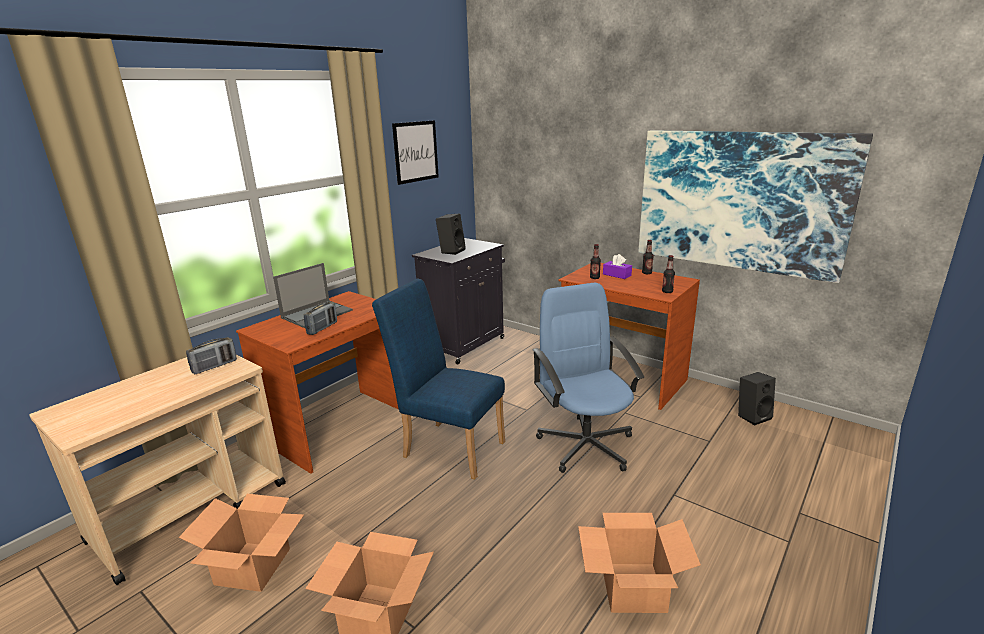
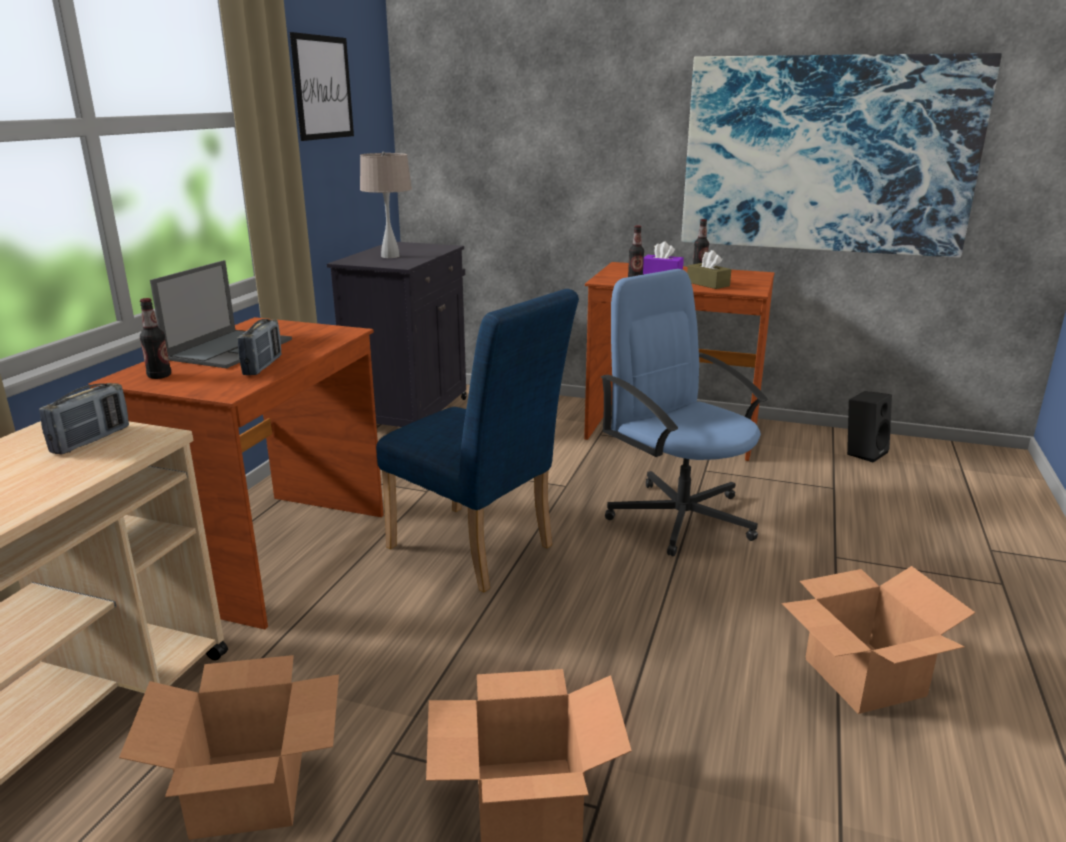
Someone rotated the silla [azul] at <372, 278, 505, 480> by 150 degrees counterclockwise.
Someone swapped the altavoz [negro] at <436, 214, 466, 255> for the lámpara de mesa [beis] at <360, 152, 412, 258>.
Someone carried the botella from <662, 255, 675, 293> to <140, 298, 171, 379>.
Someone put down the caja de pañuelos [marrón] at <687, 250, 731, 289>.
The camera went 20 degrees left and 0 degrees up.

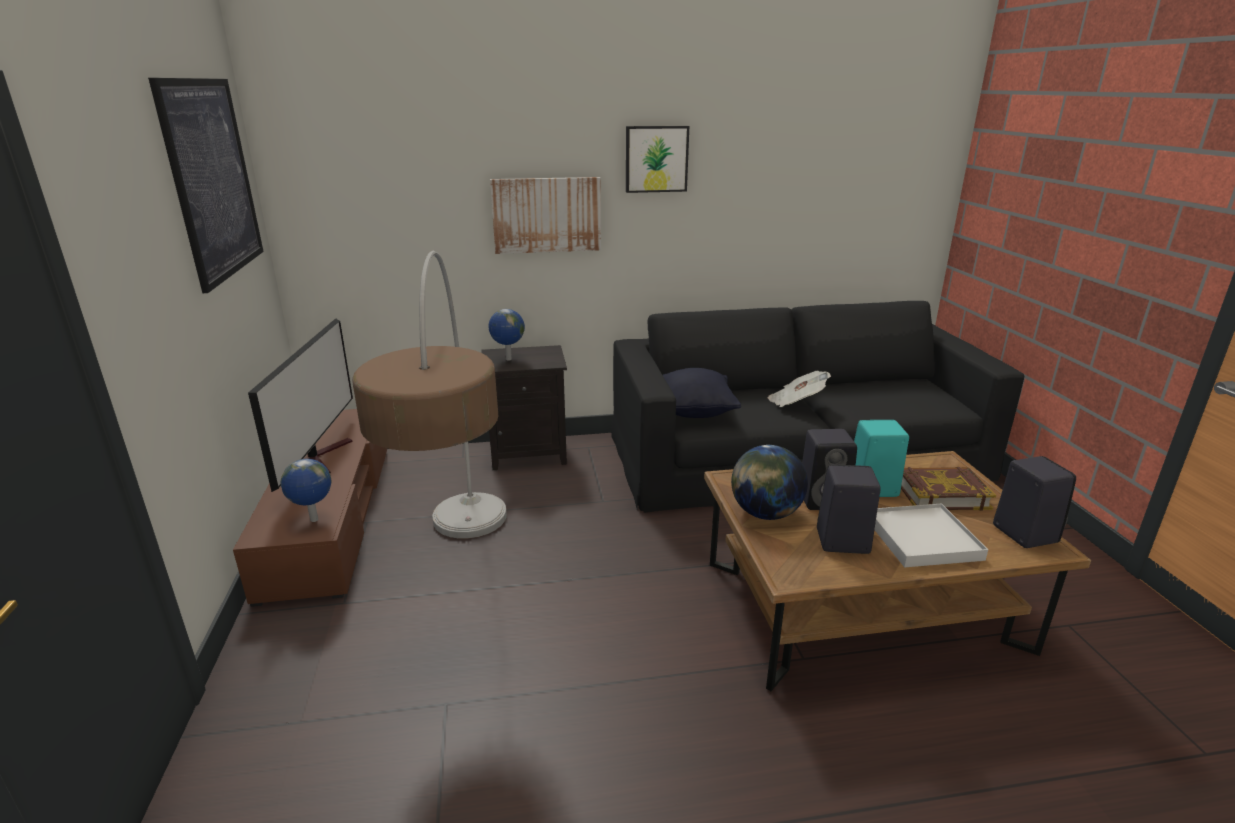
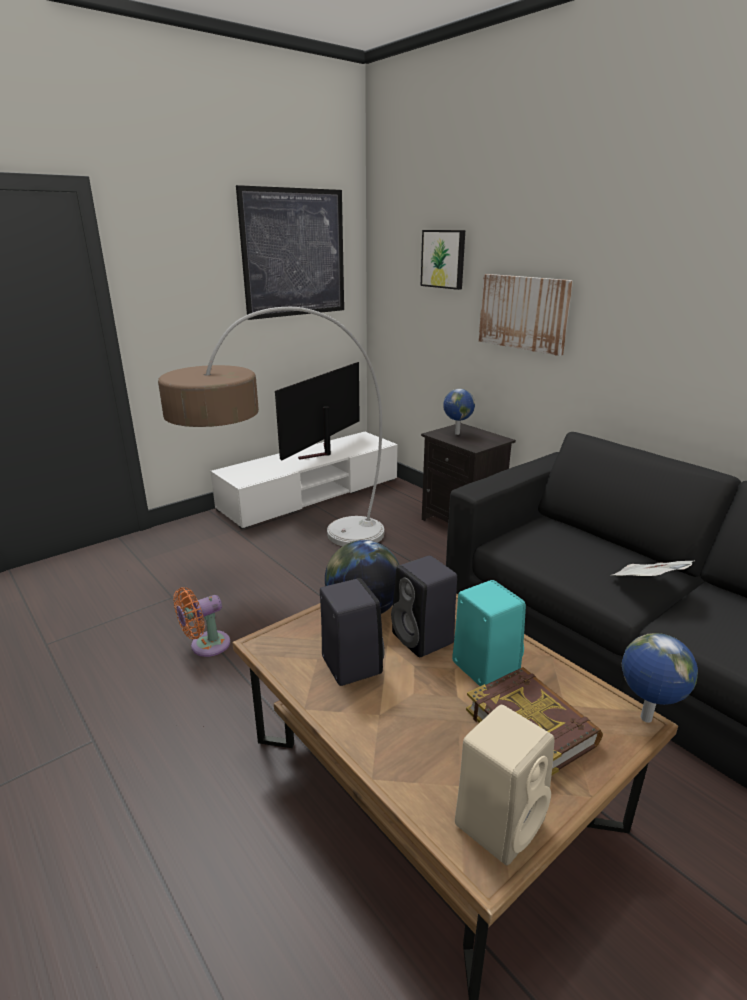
Someone repainted the mueble de televisión [marrón] at <233, 409, 387, 607>, which became the mueble de televisión [blanco] at <211, 432, 398, 529>.
Someone rotated the televisor at <248, 318, 353, 492> by 150 degrees clockwise.
Someone carried the globo terráqueo from <281, 459, 331, 522> to <622, 633, 698, 723>.
Someone carried the cuadro from <626, 126, 689, 193> to <421, 230, 465, 290>.
Someone took away the cojín [negro] at <663, 368, 741, 418>.
Someone took away the bandeja [blanco] at <874, 504, 988, 567>.
Someone repainted the altavoz [negro] at <993, 456, 1076, 548>, which became the altavoz [beis] at <455, 705, 554, 865>.
Someone put down the ventilador [naranja] at <173, 587, 230, 657>.
The camera went 60 degrees right and 0 degrees up.

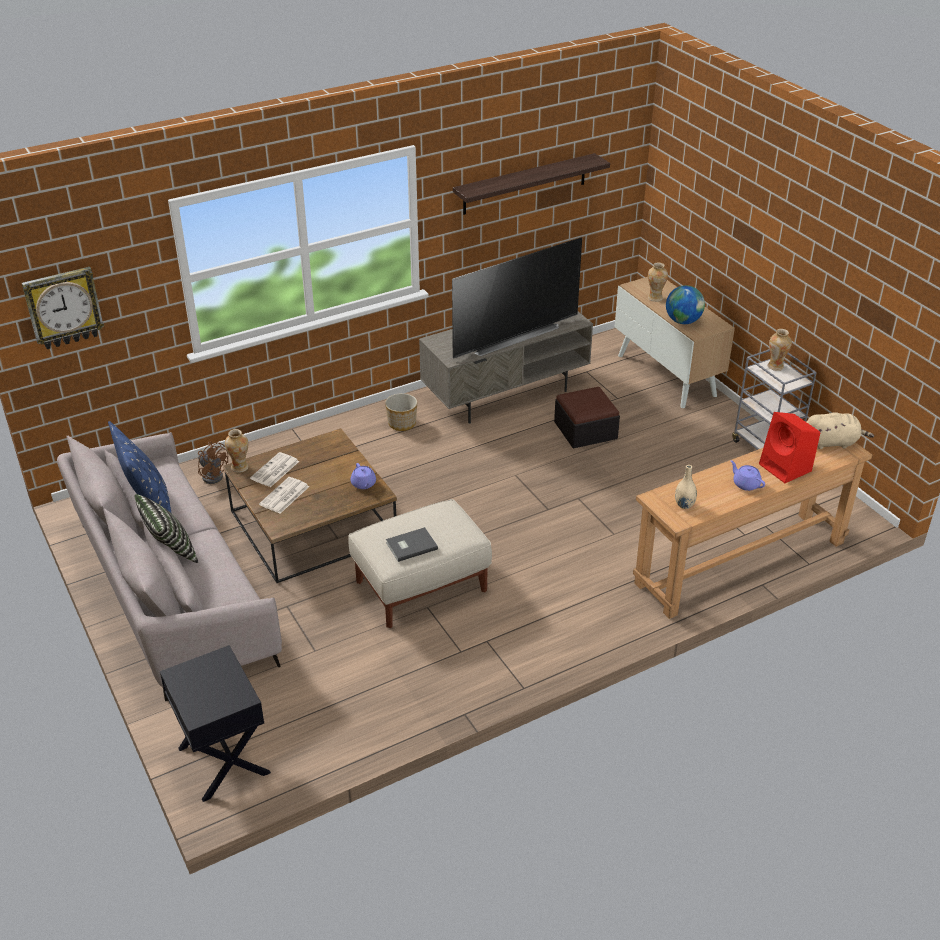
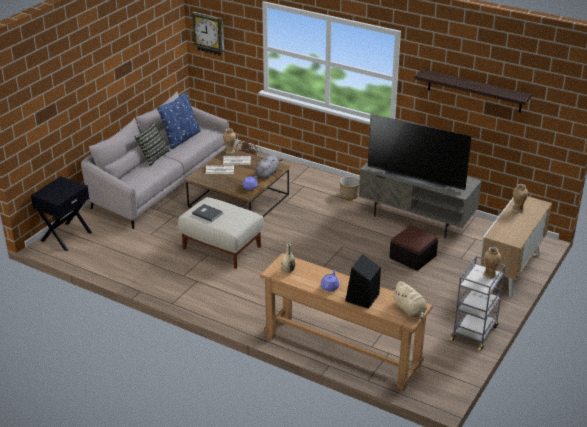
Someone took away the globo terráqueo at <666, 285, 705, 324>.
Someone repainted the altavoz [rojo] at <759, 412, 820, 483>, which became the altavoz [negro] at <345, 254, 381, 309>.
Someone put down the peluche [gris] at <255, 155, 283, 179>.
The camera went 60 degrees right and 5 degrees down.

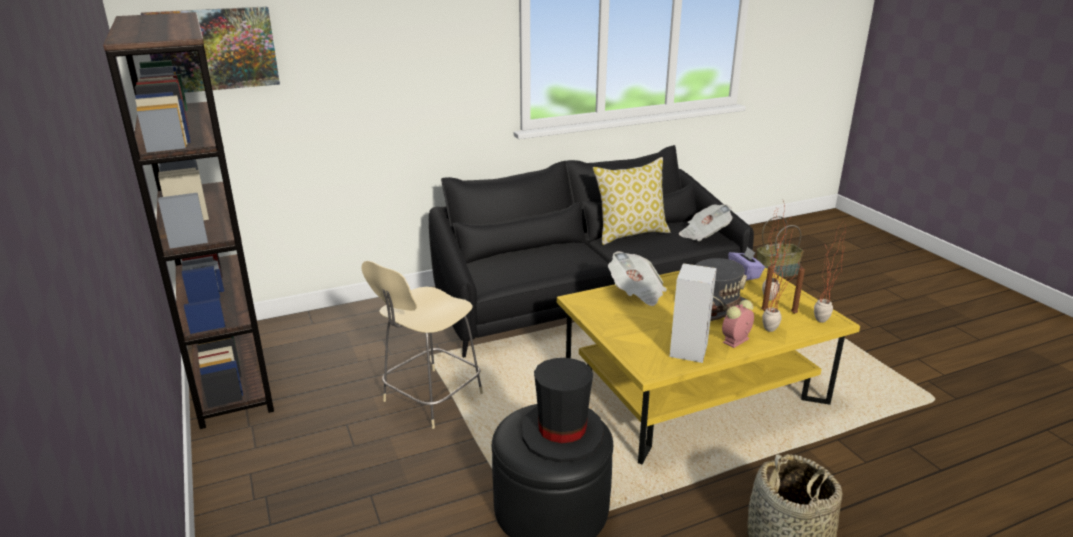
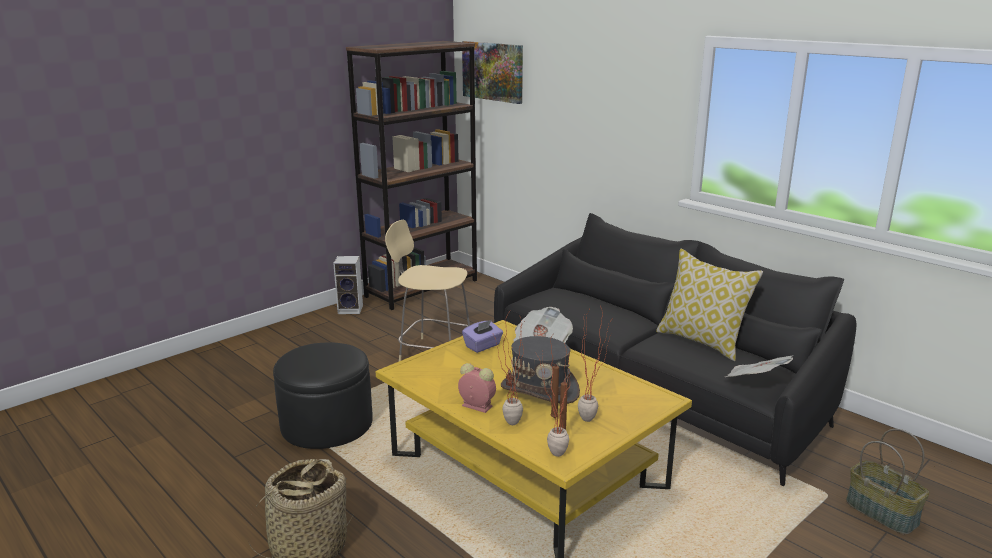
Someone took away the sombrero [negro] at <522, 358, 604, 463>.
Someone carried the altavoz from <669, 263, 717, 363> to <333, 256, 363, 314>.
Someone carried the caja de pañuelos [morado] from <728, 247, 765, 281> to <462, 320, 503, 353>.
The camera went 70 degrees right and 5 degrees down.

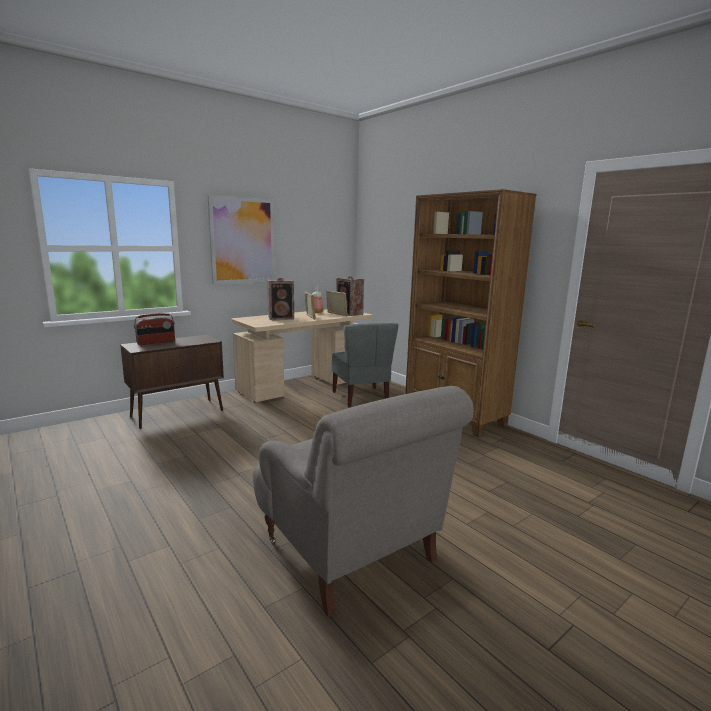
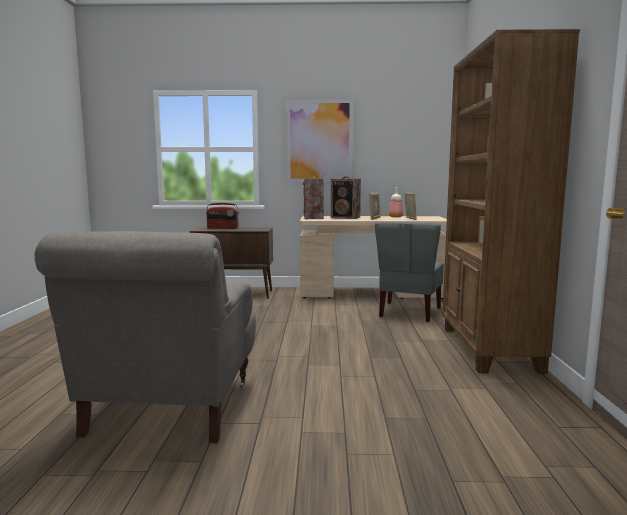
Someone carried the altavoz from <336, 277, 364, 316> to <303, 176, 324, 219>.
The camera went 40 degrees right and 5 degrees down.

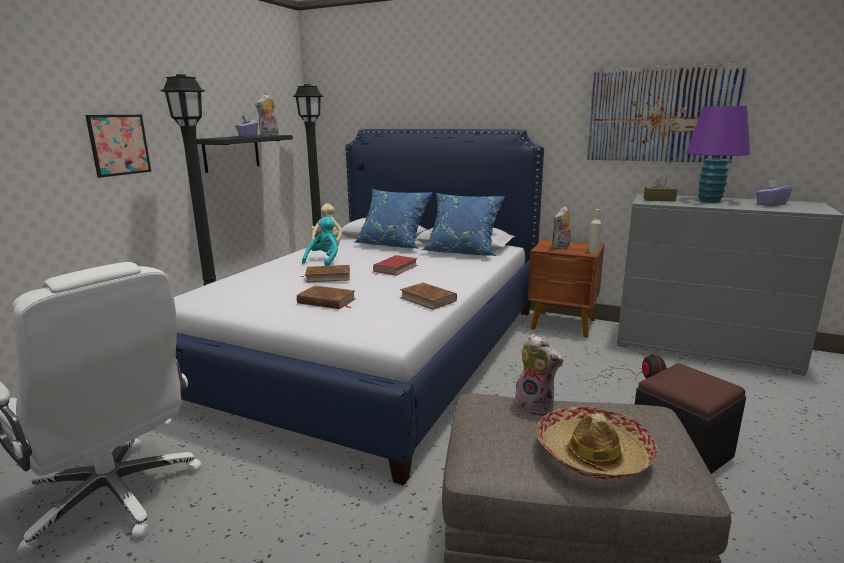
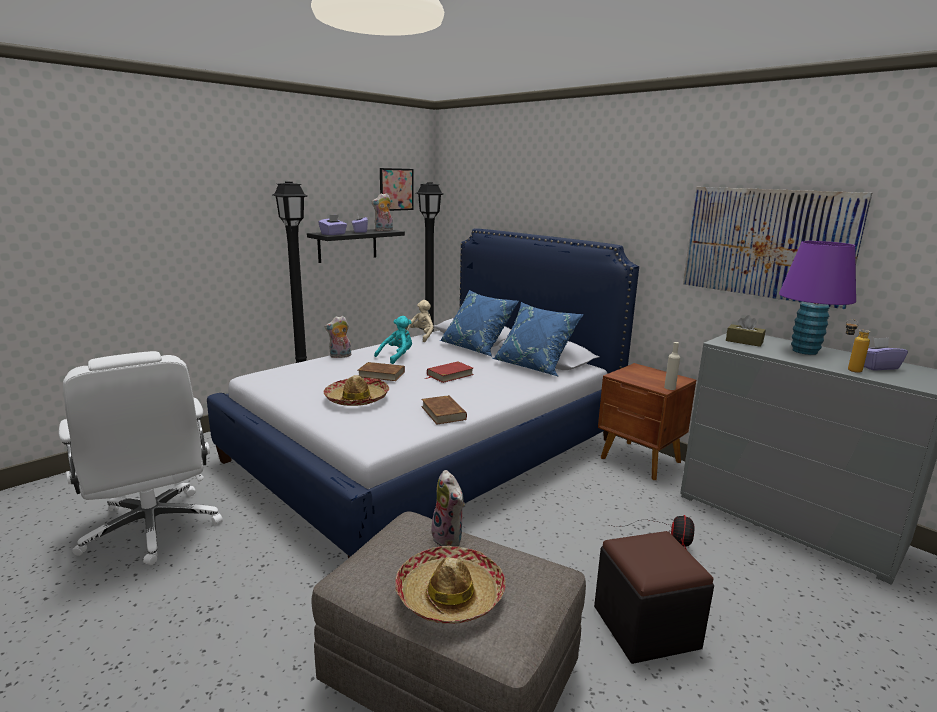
Someone carried the cuadro from <85, 115, 151, 178> to <380, 168, 414, 211>.
Someone swapped the libro [marrón] at <297, 286, 356, 309> for the sombrero at <324, 375, 389, 406>.
Someone carried the peluche from <551, 206, 572, 250> to <325, 316, 351, 358>.
Someone put down the caja de pañuelos [morado] at <318, 215, 347, 235>.
Someone put down the botella at <846, 319, 870, 373>.
The camera went 20 degrees right and 0 degrees up.

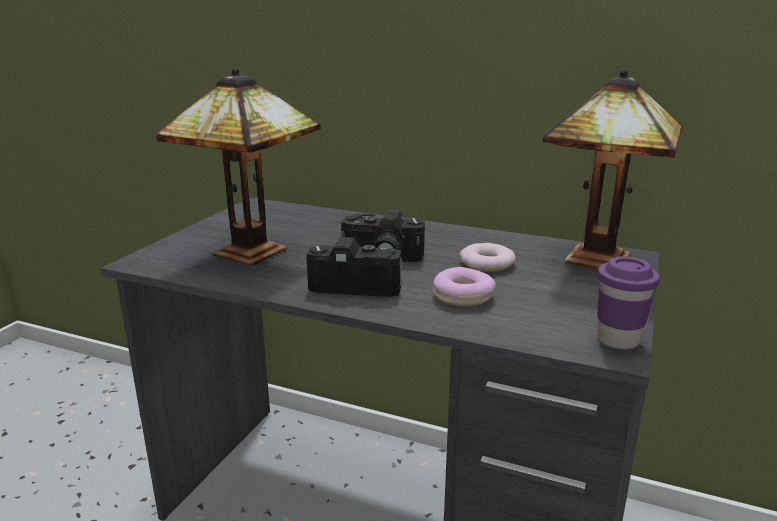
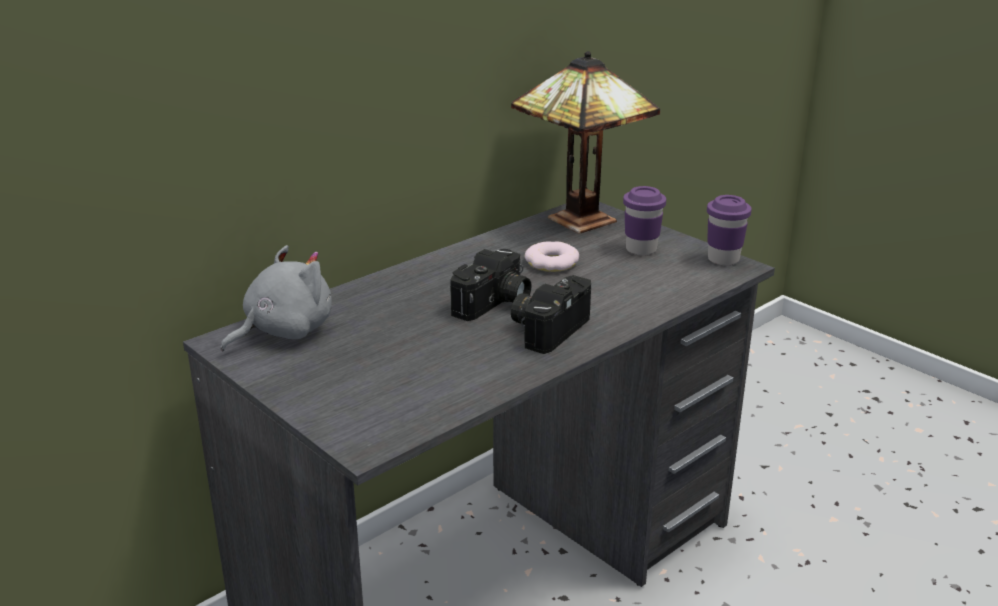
Someone took away the lámpara de mesa at <156, 67, 321, 266>.
Someone took away the rosquilla at <433, 267, 496, 307>.
Someone put down the peluche [gris] at <220, 245, 332, 352>.
Someone put down the taza [morado] at <623, 186, 666, 256>.
The camera went 65 degrees left and 5 degrees up.

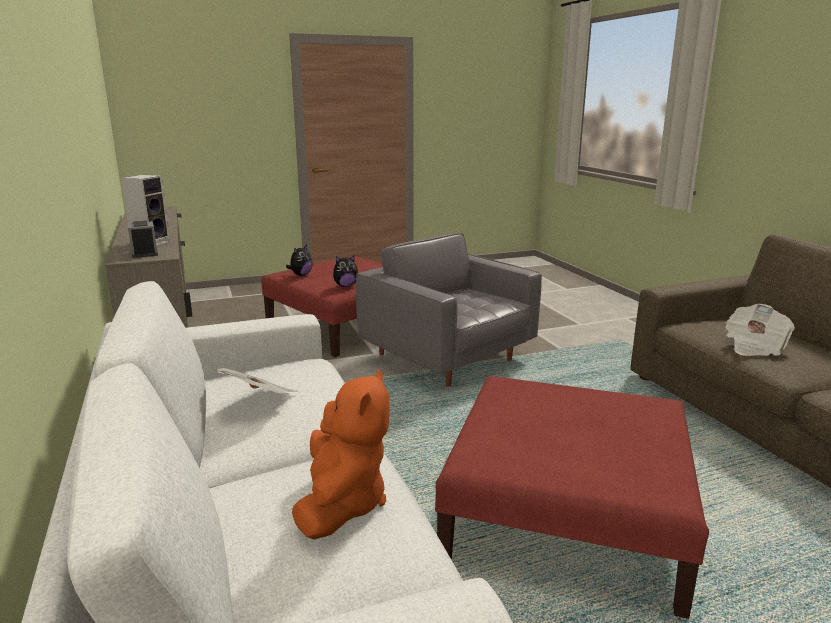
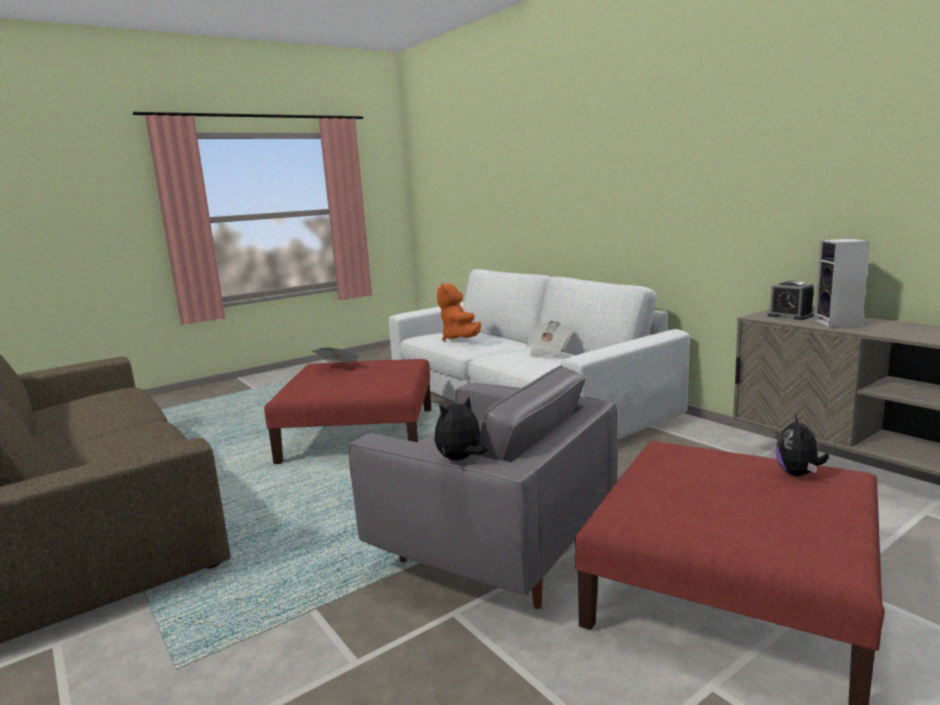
Someone carried the peluche from <333, 255, 358, 287> to <435, 396, 488, 460>.
Someone carried the periódico from <725, 304, 795, 356> to <312, 347, 359, 362>.
The camera went 165 degrees right and 5 degrees down.

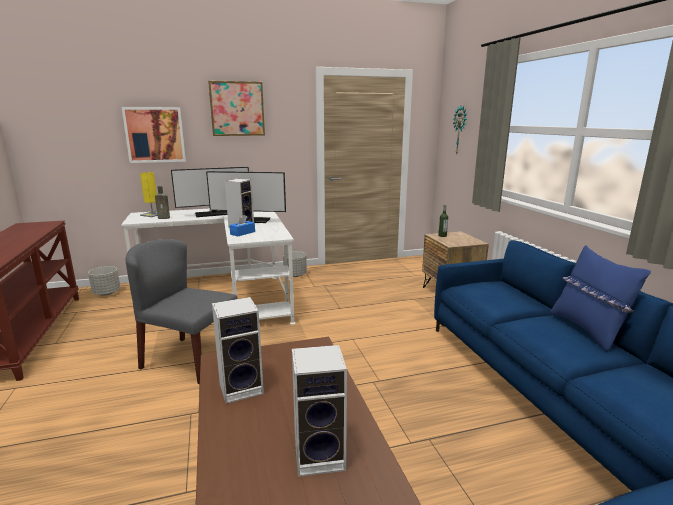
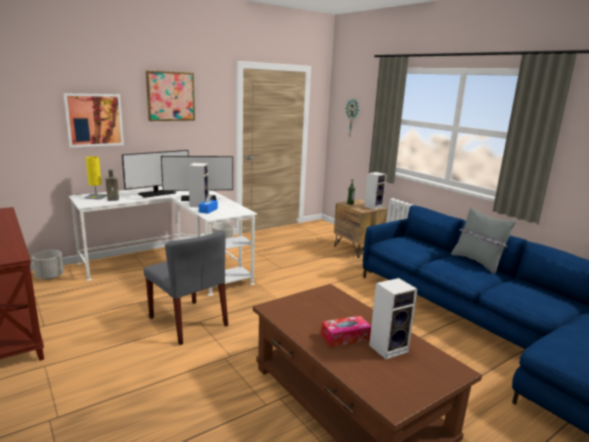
Someone rotated the silla [gris] at <126, 239, 238, 384> by 135 degrees counterclockwise.
Someone carried the altavoz from <212, 297, 264, 404> to <364, 172, 387, 210>.
Someone repainted the cojín [azul] at <550, 245, 651, 352>, which became the cojín [gris] at <451, 207, 516, 274>.
Someone put down the caja de pañuelos at <321, 315, 371, 347>.
The camera went 20 degrees left and 0 degrees up.

